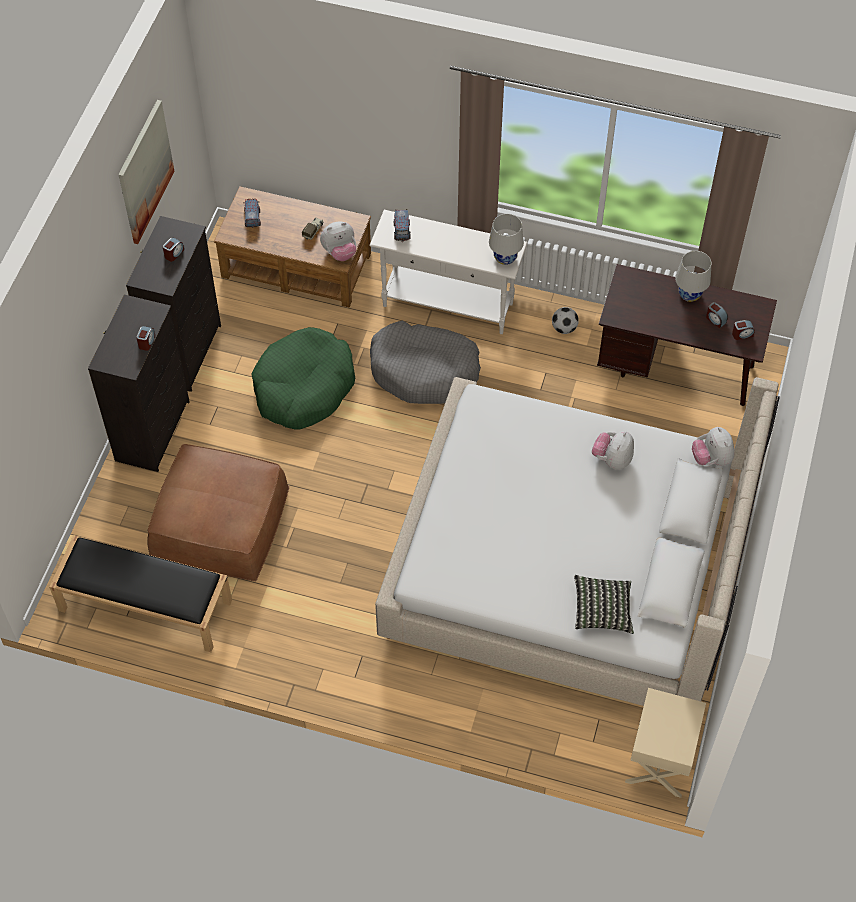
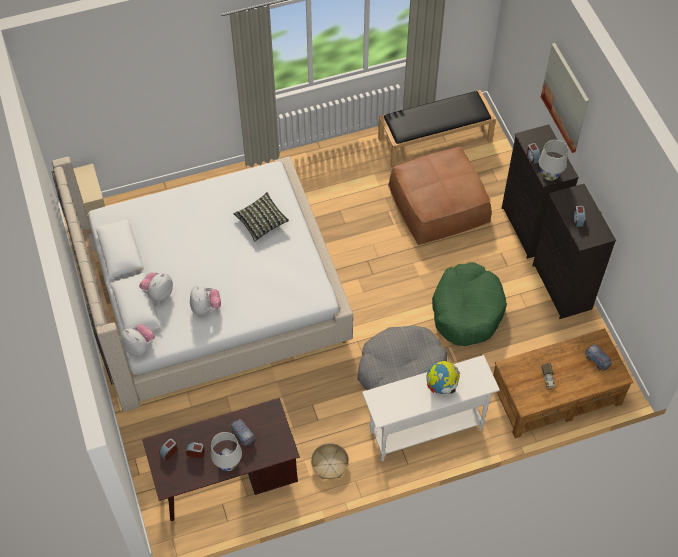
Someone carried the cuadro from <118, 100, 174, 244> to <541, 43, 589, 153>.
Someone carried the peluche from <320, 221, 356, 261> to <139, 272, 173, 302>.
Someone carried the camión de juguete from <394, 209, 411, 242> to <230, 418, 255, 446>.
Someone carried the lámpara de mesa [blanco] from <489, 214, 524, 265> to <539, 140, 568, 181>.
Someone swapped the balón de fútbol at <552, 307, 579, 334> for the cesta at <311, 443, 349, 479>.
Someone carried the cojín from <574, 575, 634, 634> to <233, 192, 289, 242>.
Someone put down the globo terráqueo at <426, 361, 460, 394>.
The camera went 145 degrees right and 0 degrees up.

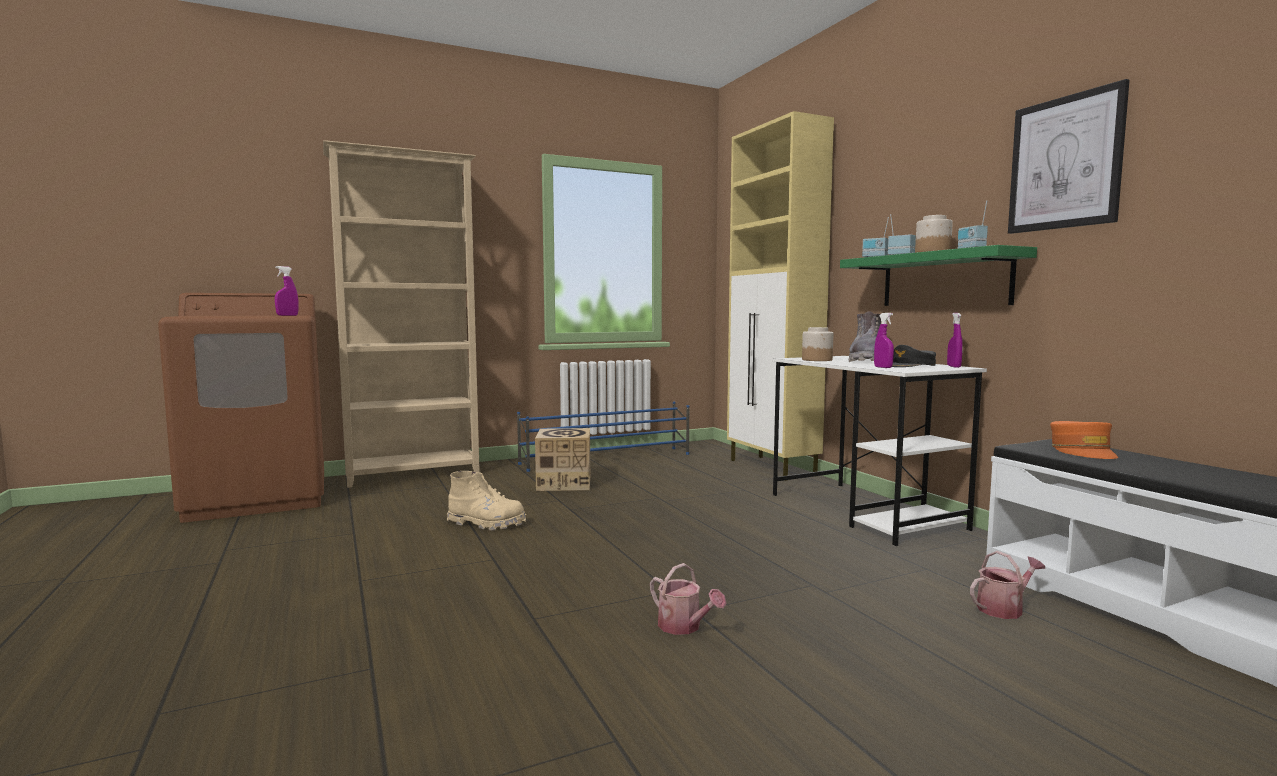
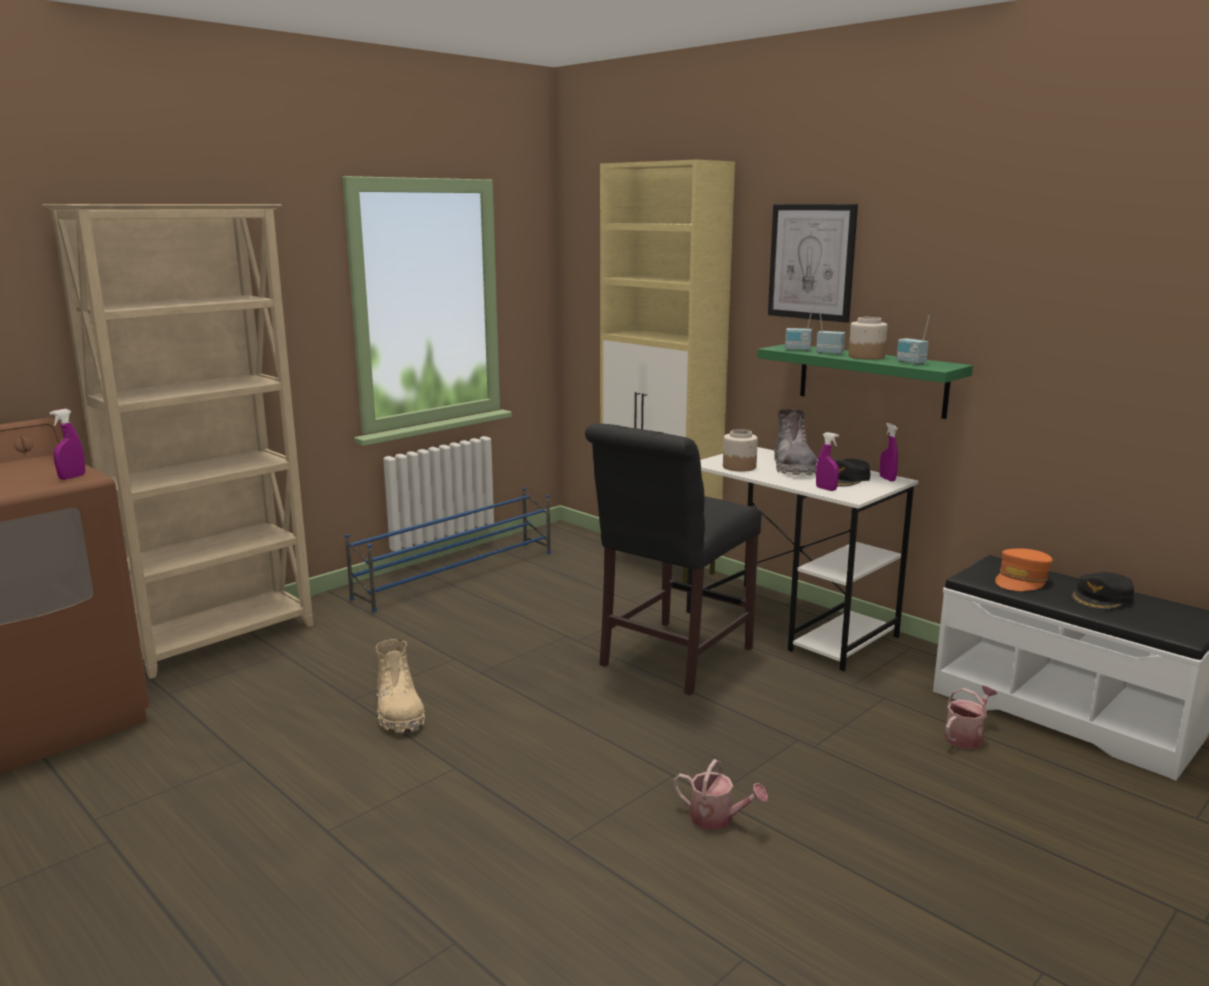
Someone rotated the bota [beis] at <447, 471, 526, 531> by 75 degrees clockwise.
Someone took away the caja de cartón at <535, 428, 590, 491>.
Someone carried the cuadro from <1008, 79, 1129, 234> to <768, 204, 858, 323>.
Someone rotated the gorra [naranja] at <1050, 421, 1118, 459> by 60 degrees clockwise.
Someone put down the silla [negro] at <585, 423, 761, 695>.
Someone put down the gorra [negro] at <1071, 572, 1135, 610>.
The camera went 20 degrees left and 10 degrees up.

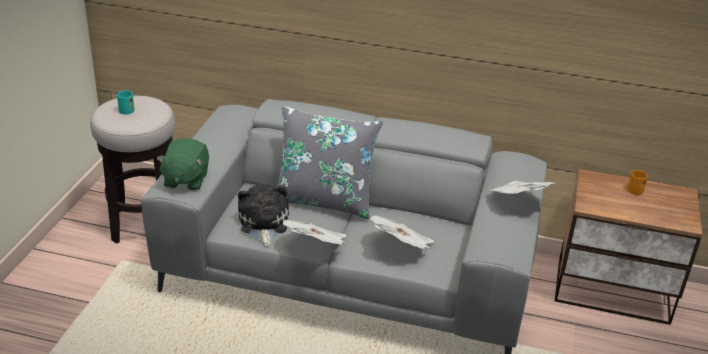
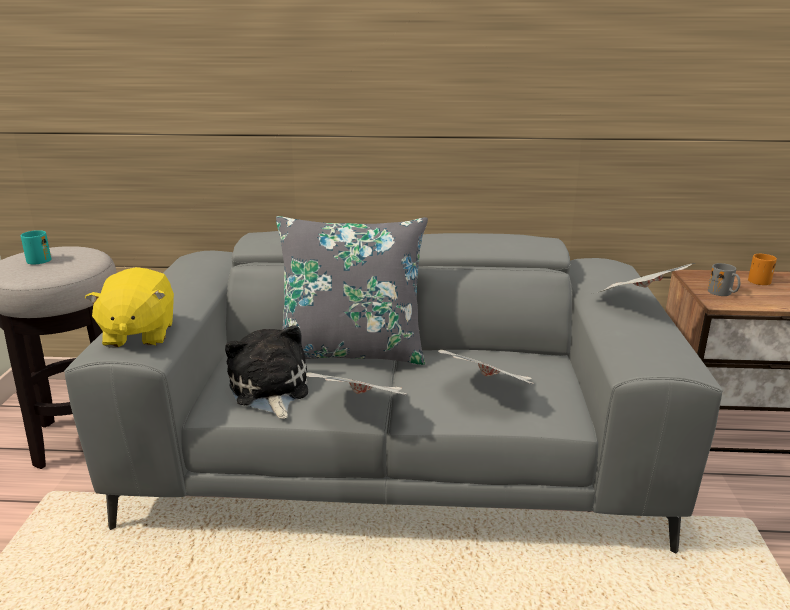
Someone repainted the peluche [verde] at <157, 138, 209, 190>, which became the peluche [amarillo] at <85, 267, 174, 348>.
Someone put down the taza grande [gris] at <708, 263, 740, 296>.
The camera went 10 degrees left and 10 degrees down.

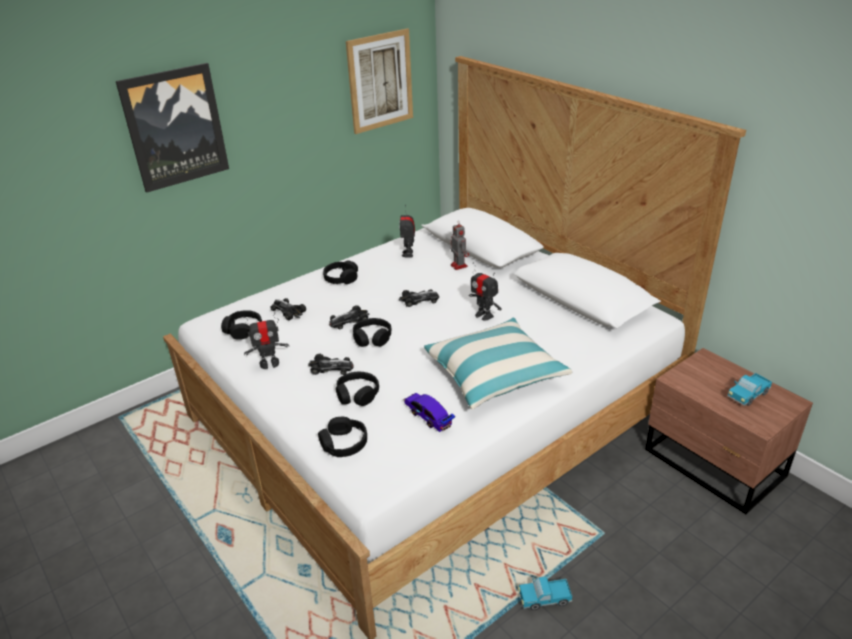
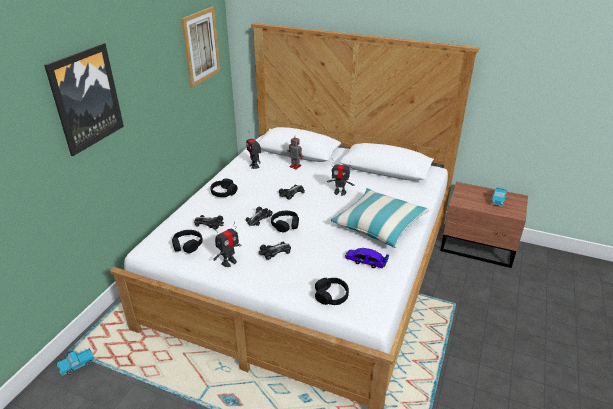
Someone took away the auriculares [negro] at <336, 372, 379, 406>.
Someone carried the camión de juguete from <518, 577, 572, 610> to <57, 348, 95, 376>.
The camera went 30 degrees left and 0 degrees up.

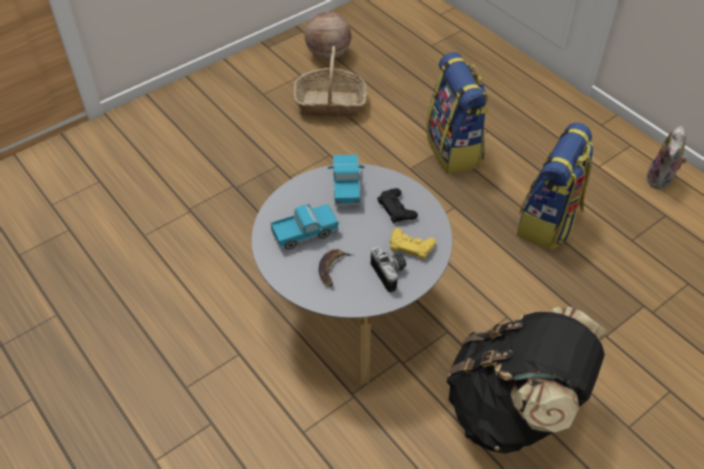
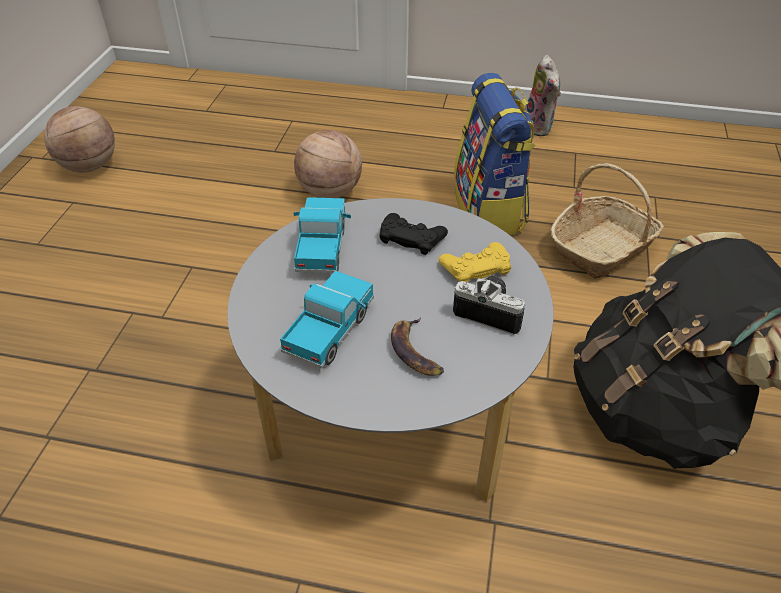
Someone carried the cesta from <294, 46, 367, 117> to <550, 163, 664, 279>.
Someone rotated the camión de juguete at <328, 155, 364, 206> by 45 degrees clockwise.
Someone swapped the mochila at <426, 52, 489, 174> for the balón de baloncesto at <294, 130, 362, 198>.
The camera went 40 degrees left and 5 degrees down.

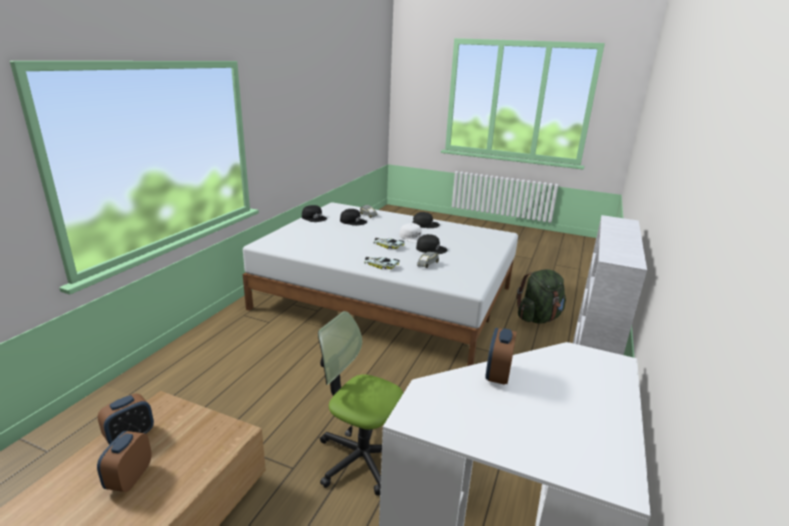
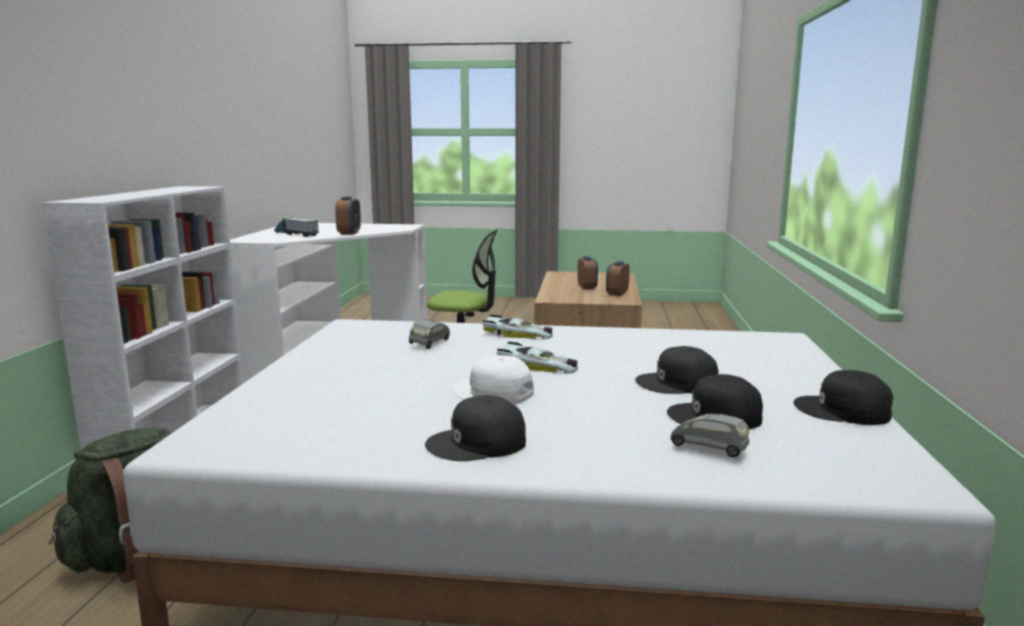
Someone carried the gorra [negro] from <416, 234, 447, 254> to <635, 346, 719, 394>.
Someone put down the camión de juguete at <274, 216, 319, 237>.
The camera went 165 degrees right and 10 degrees down.

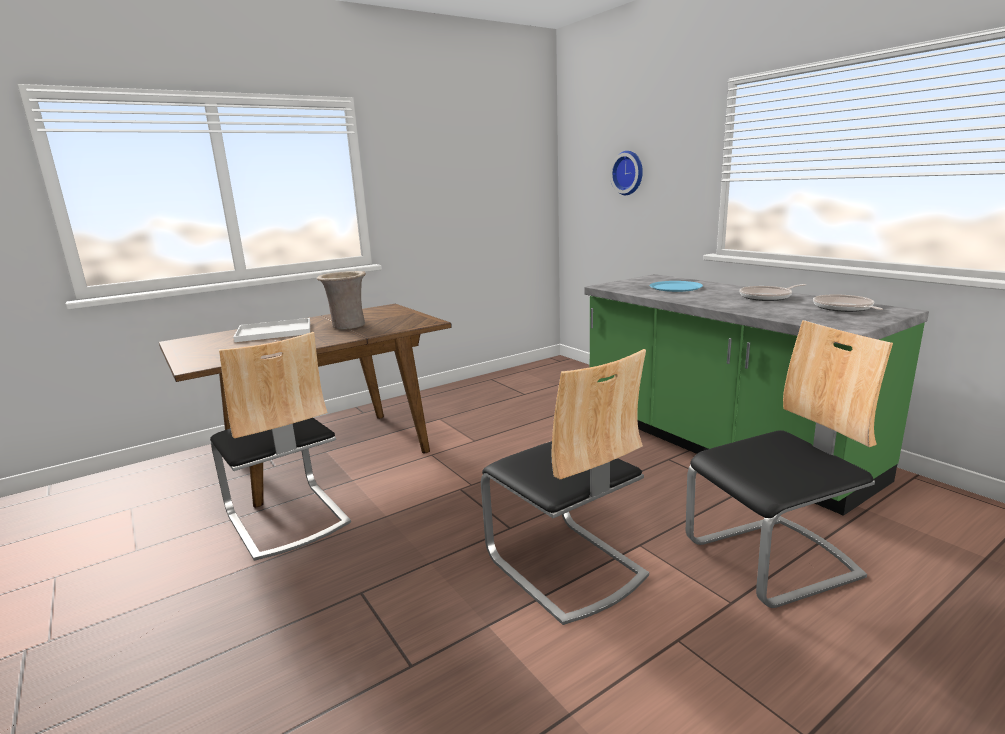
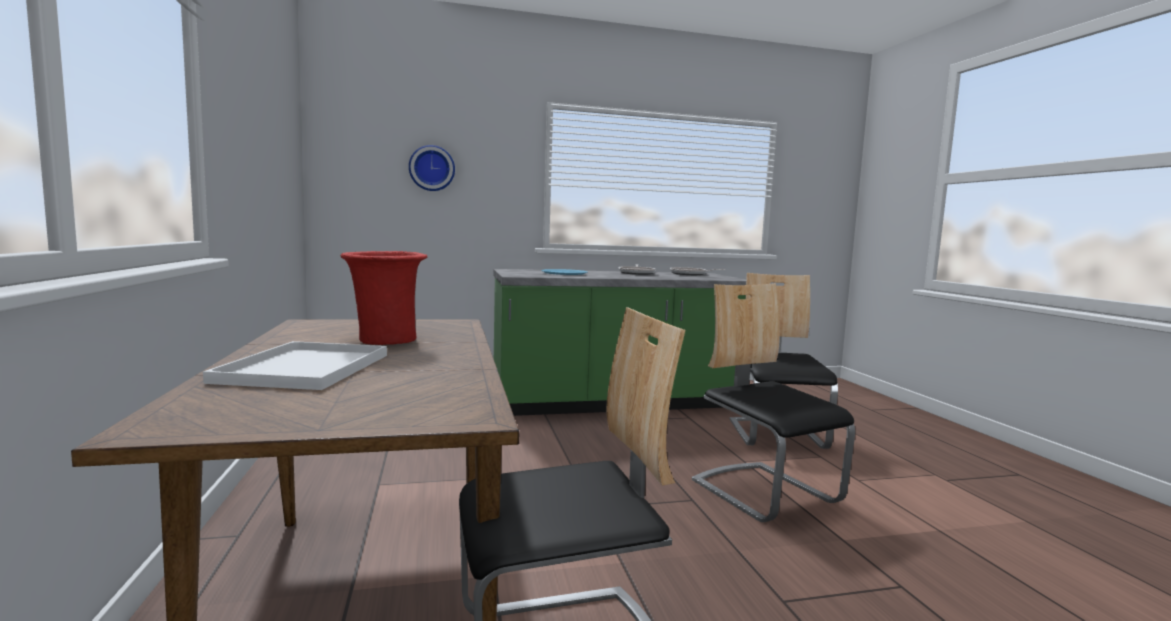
Someone repainted the florero [beis] at <316, 271, 366, 329>, which became the florero [rojo] at <340, 251, 427, 345>.
Someone rotated the silla at <481, 349, 649, 625> by 105 degrees counterclockwise.
The camera went 70 degrees left and 10 degrees down.

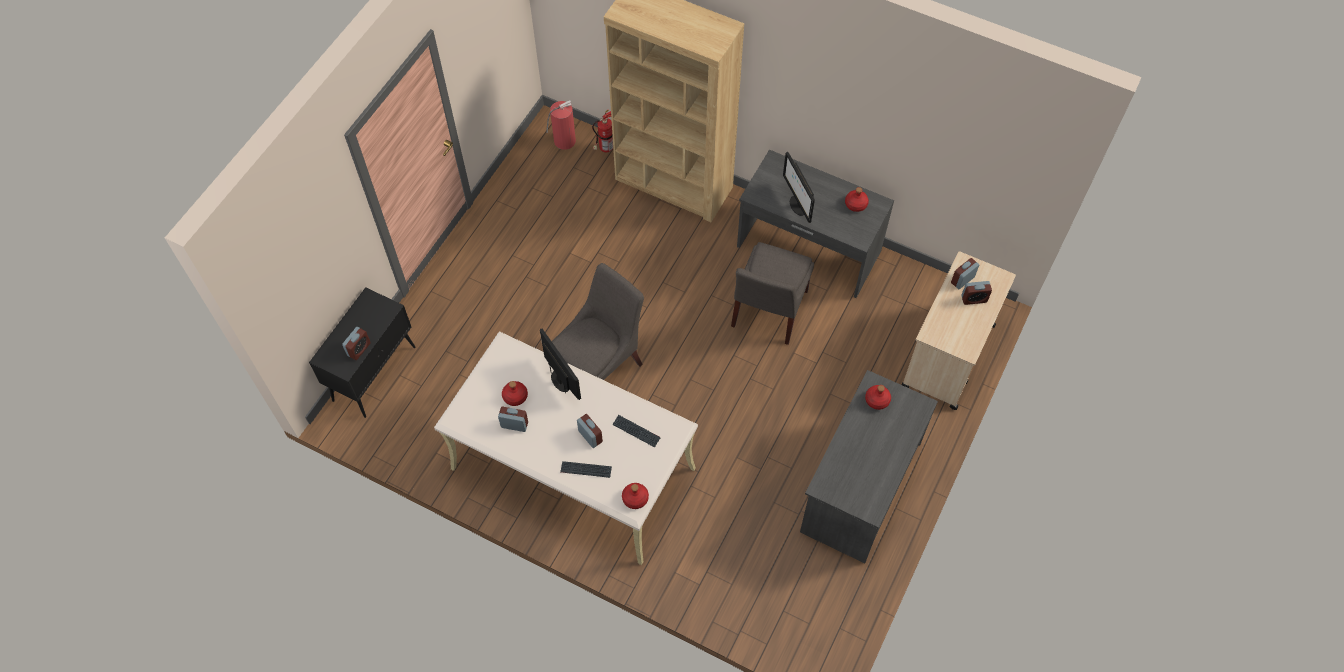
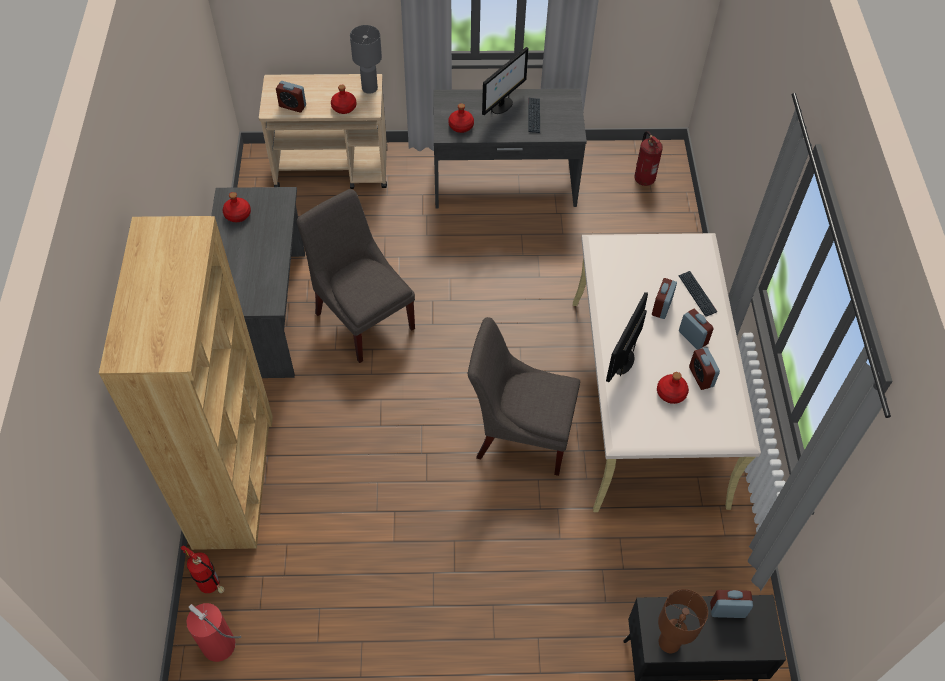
Someone carried the teclado from <612, 415, 661, 447> to <528, 98, 540, 133>.
Someone carried the botella [rojo] from <622, 483, 649, 509> to <331, 85, 356, 114>.
Someone rotated the silla [gris] at <731, 242, 814, 345> by 120 degrees counterclockwise.
Someone carried the monitor from <783, 152, 815, 223> to <482, 47, 529, 115>.
Someone carried the despertador from <961, 281, 992, 305> to <679, 309, 714, 350>.
Someone put down the lámpara de mesa [gris] at <350, 25, 382, 94>.
Someone put down the extintor at <634, 131, 663, 186>.
Someone put down the lámpara de mesa [marrón] at <658, 589, 708, 653>.
The camera went 120 degrees left and 5 degrees down.

